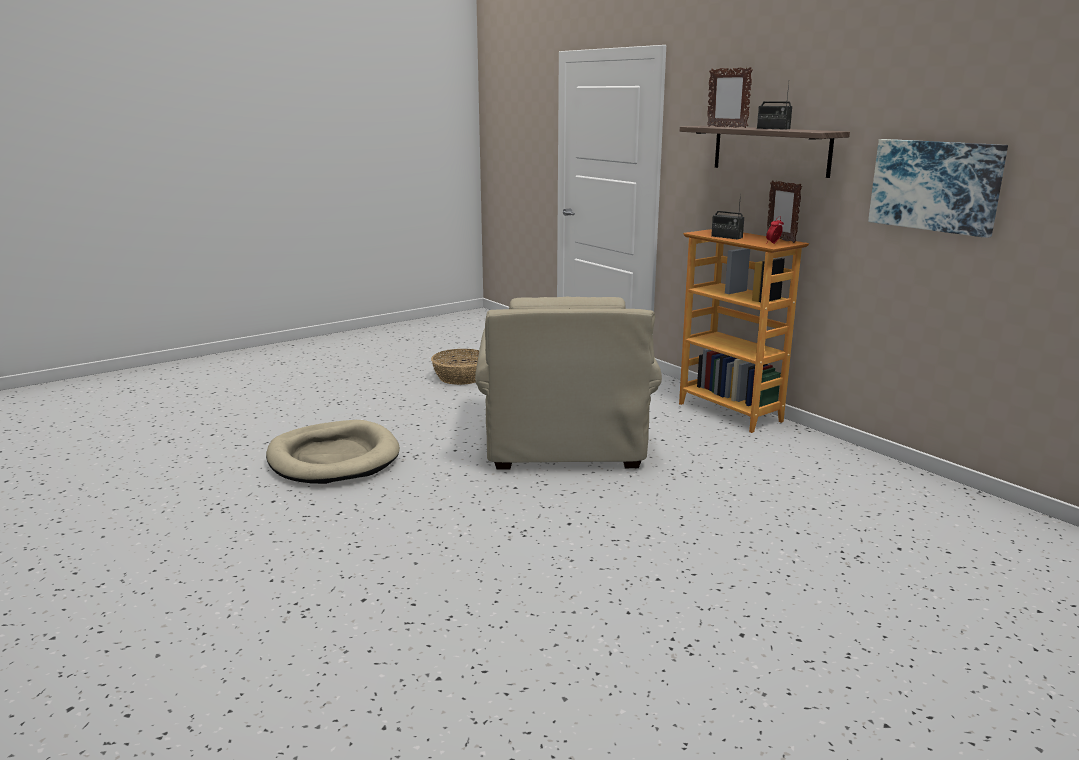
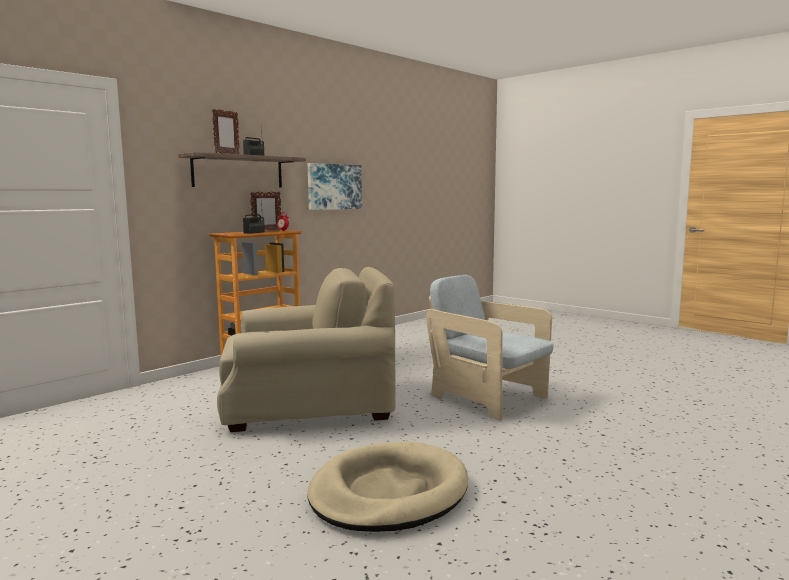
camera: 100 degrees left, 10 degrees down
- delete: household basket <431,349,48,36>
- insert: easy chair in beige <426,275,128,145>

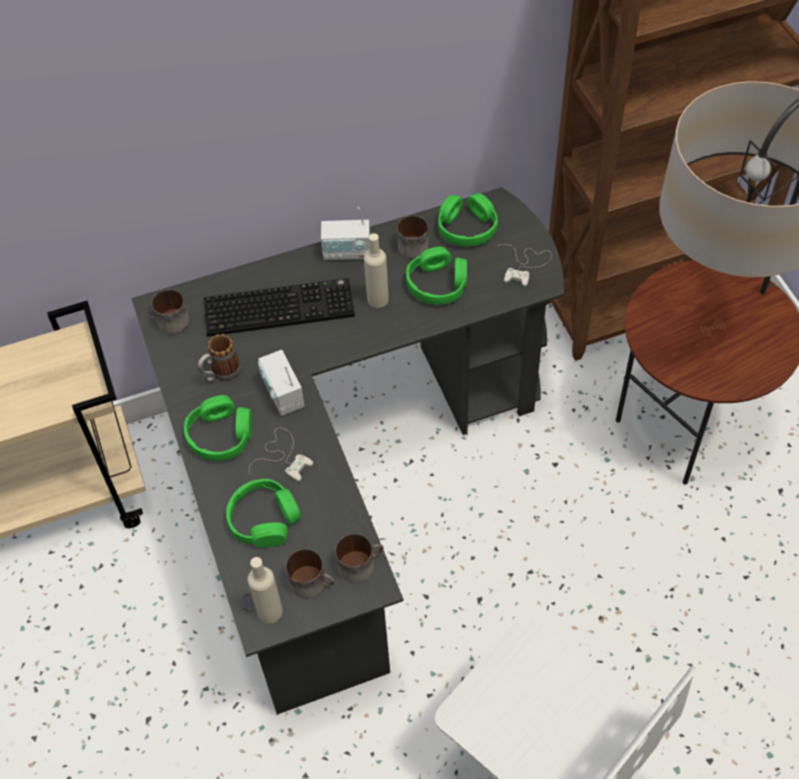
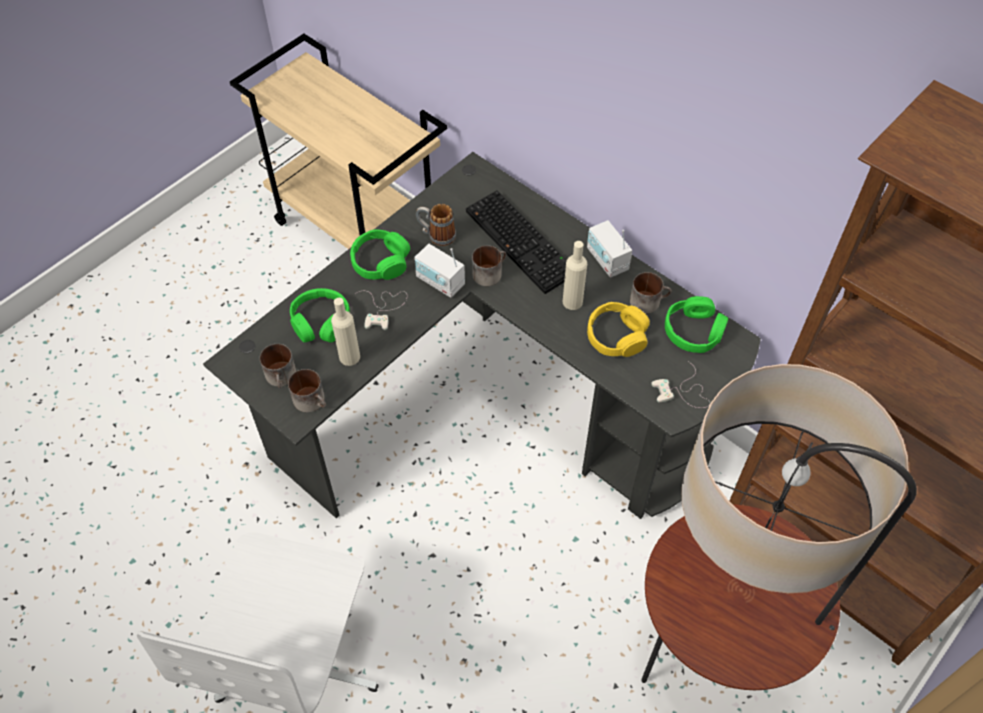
camera: 60 degrees right, 0 degrees up
- move: tea mug <151,289,38,45> to <472,245,34,41>
- move: drink bottle in beige <247,557,36,67> to <331,298,29,68>
- rotate: radio set <258,350,47,66> = <414,244,51,54> 90 degrees counterclockwise
- recolor: headset in green <406,246,61,59> to headset in yellow <587,302,63,55>

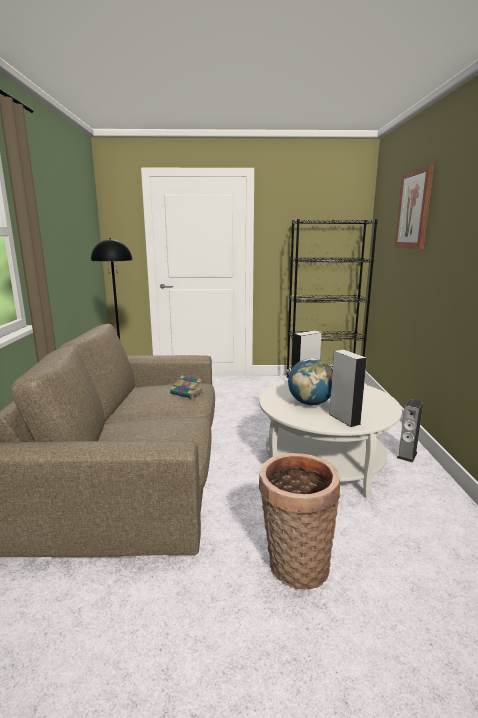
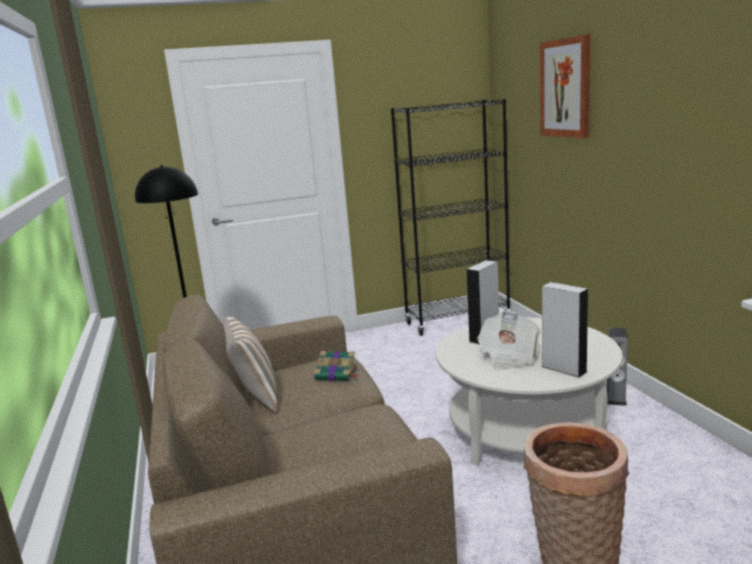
camera: 15 degrees left, 0 degrees up
- replace: globe <288,358,45,47> to newspaper <477,311,64,59>
- insert: pillow <223,315,54,98>

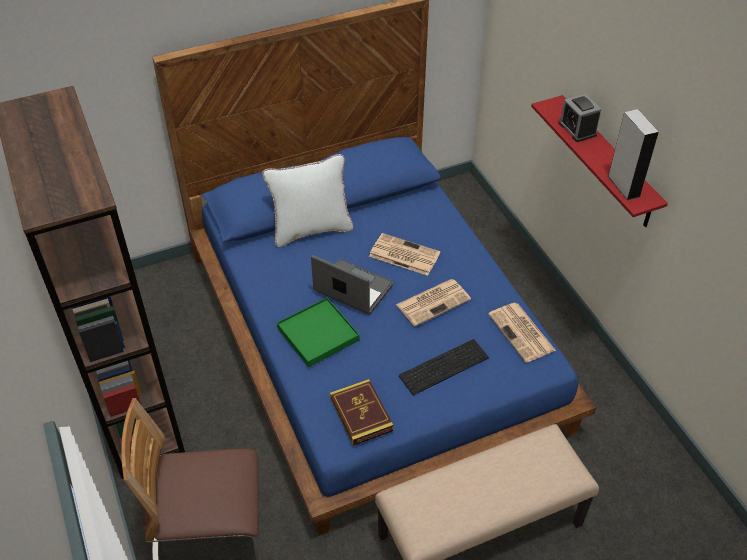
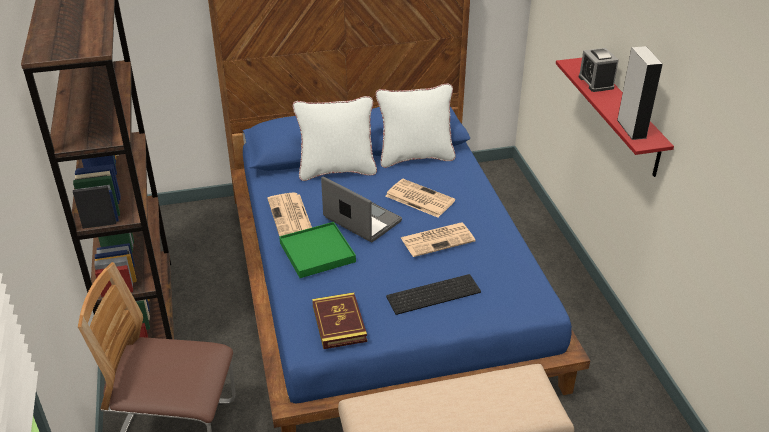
camera: 10 degrees right, 10 degrees down
- move: newspaper <488,303,68,60> to <267,192,45,44>
- insert: pillow in white <376,83,80,85>

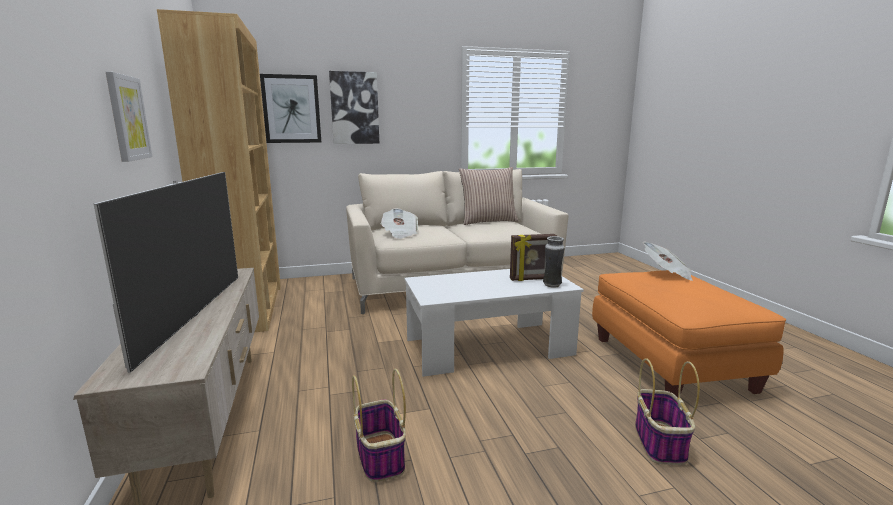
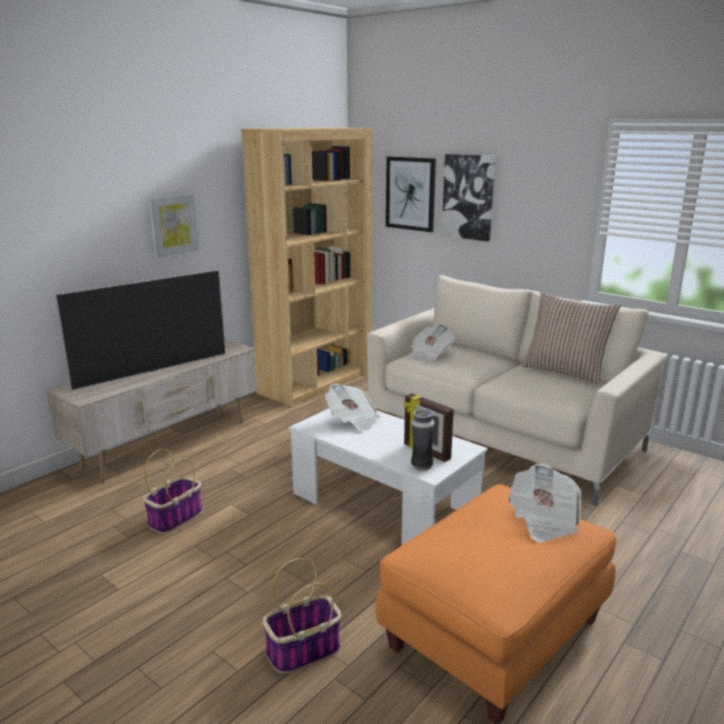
camera: 55 degrees right, 5 degrees up
- insert: newspaper <325,384,55,47>

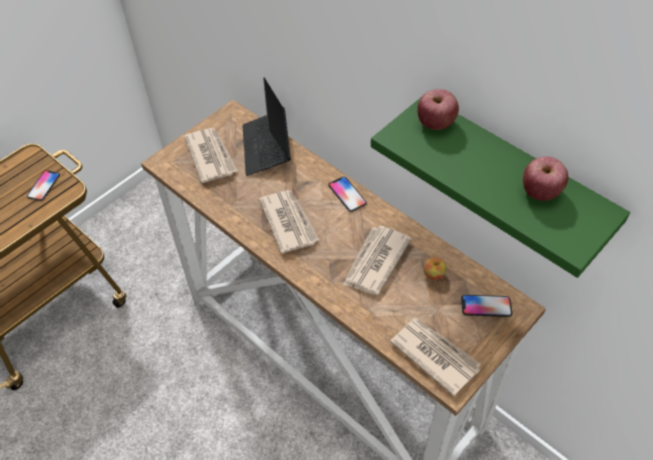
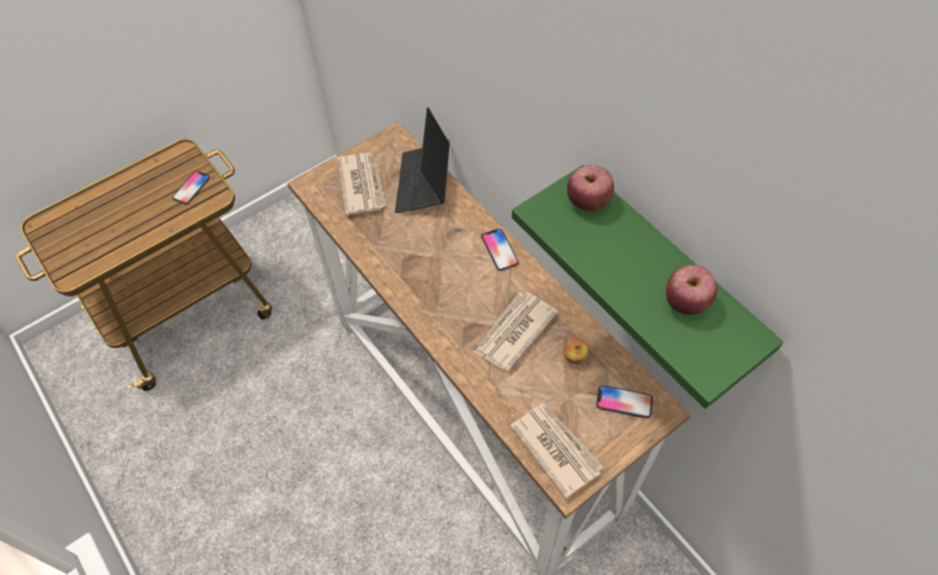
camera: 10 degrees right, 5 degrees up
- delete: newspaper <259,190,60,64>

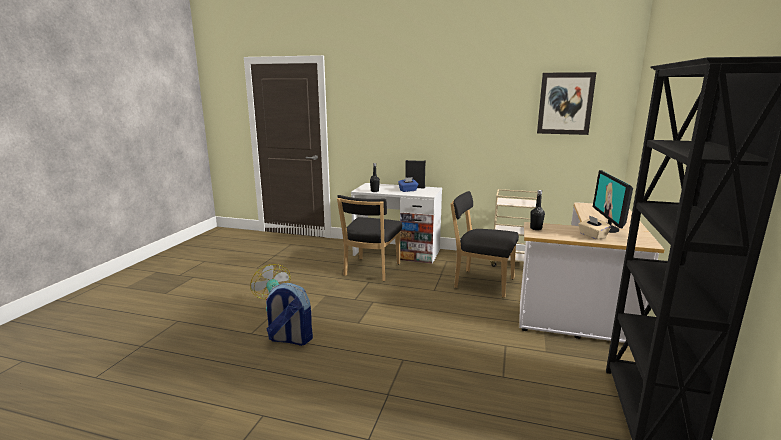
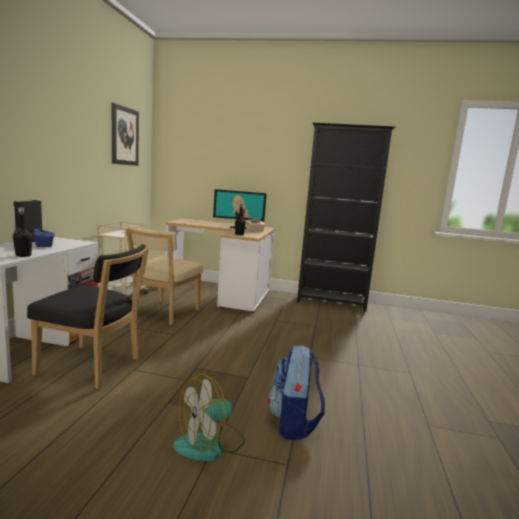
camera: 95 degrees left, 5 degrees down
- recolor: plain chair in black-coloured <450,191,69,107> to plain chair in beige <126,226,77,99>

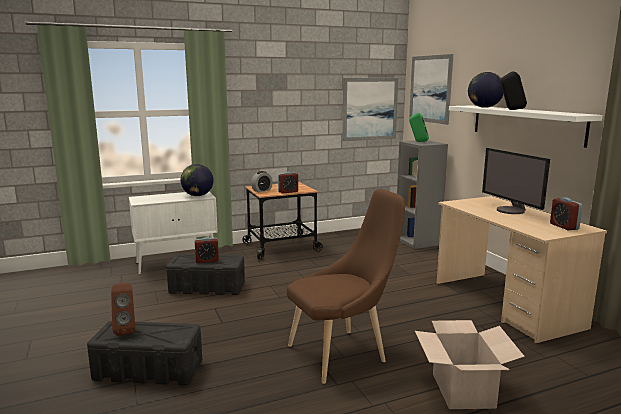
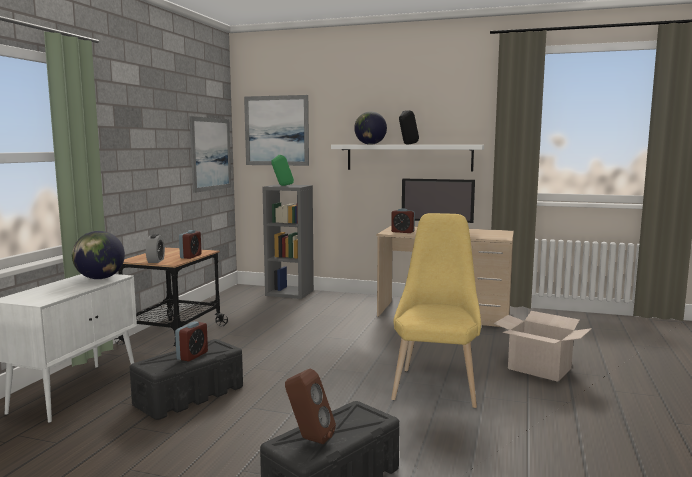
camera: 50 degrees left, 5 degrees down
- recolor: plain chair in brown-coloured <287,189,118,195> to plain chair in yellow <391,213,90,195>
- move: table clock <550,198,33,32> to <391,208,24,25>

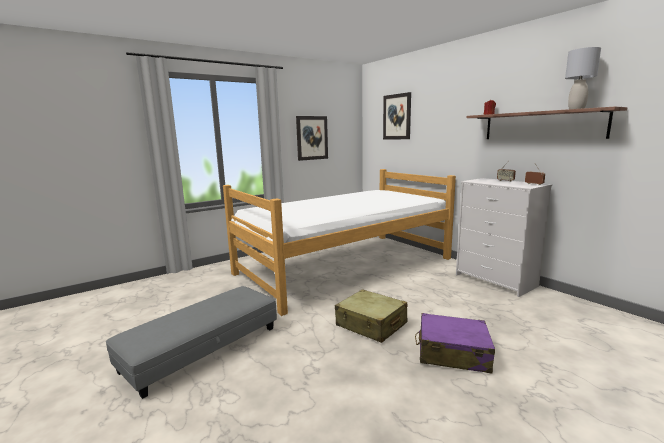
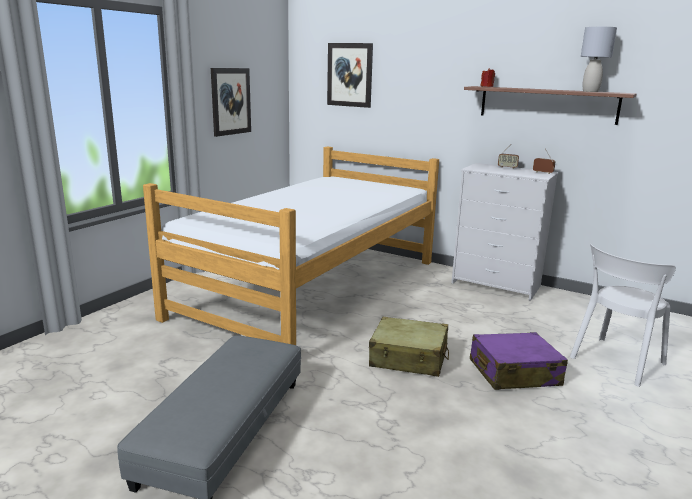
camera: 25 degrees left, 5 degrees up
- insert: plain chair in white <570,244,106,143>

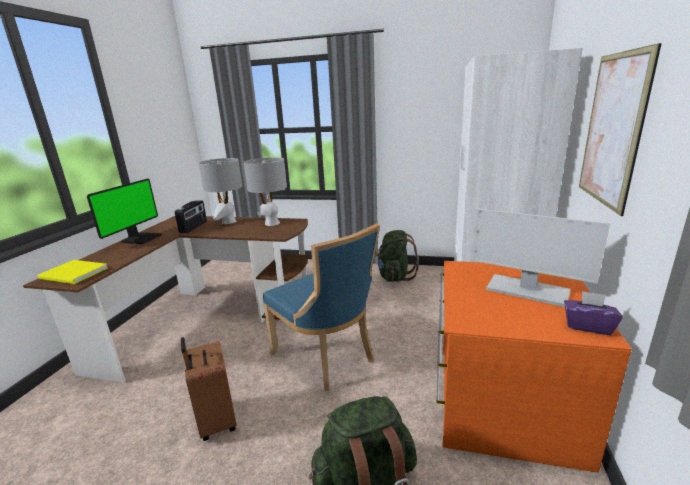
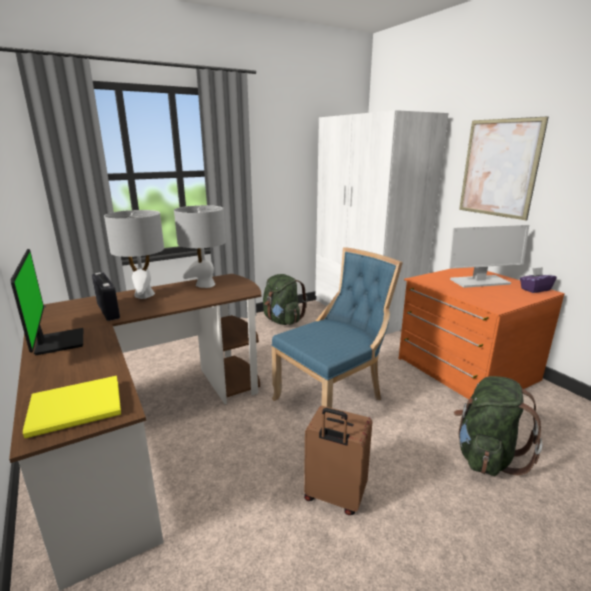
camera: 45 degrees left, 0 degrees up
- rotate: plain chair in blue-coloured <263,224,117,167> = <272,247,131,161> 45 degrees counterclockwise

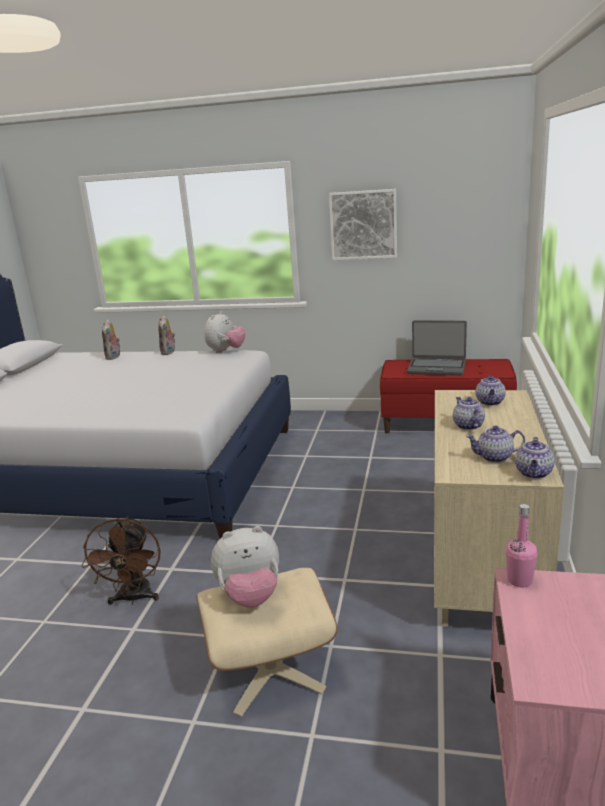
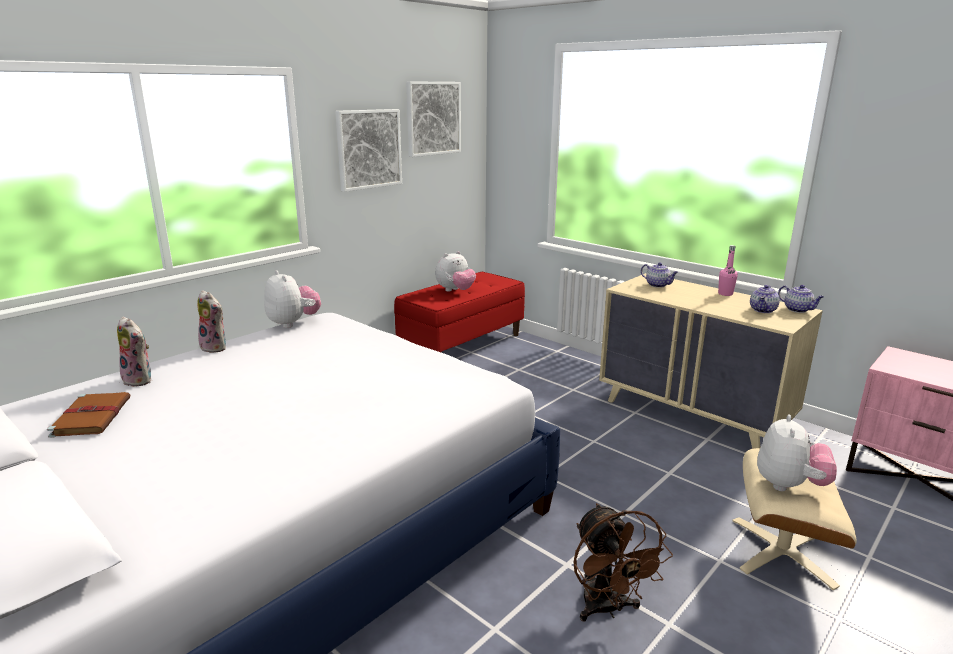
camera: 60 degrees left, 0 degrees up
- rotate: electric fan in brown-coloured <82,516,79,89> = <574,503,99,118> 45 degrees clockwise
- replace: portable computer <407,320,60,55> to soft toy <435,251,41,40>
- delete: teapot <453,397,32,33>
- move: drink bottle in pink-coloured <506,504,32,83> to <718,245,20,51>
- insert: volume in brown-coloured <47,392,83,46>
- insert: picture <406,81,55,76>

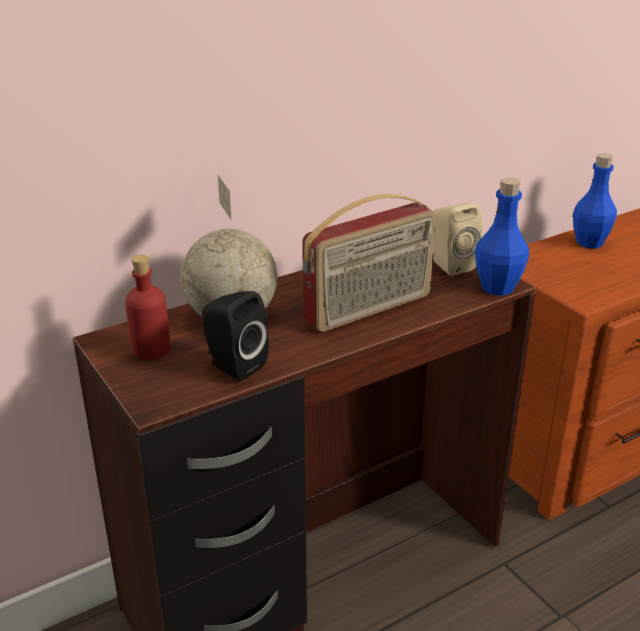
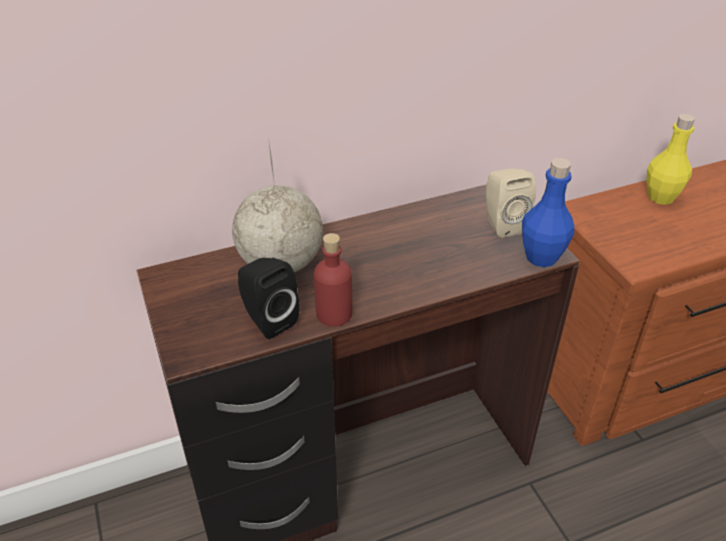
camera: 10 degrees right, 10 degrees up
- move: drink bottle in reddish <125,255,46,105> to <314,233,38,94>
- delete: radio set <302,194,134,138>
- recolor: drink bottle in blue-coloured <573,153,44,96> to drink bottle in yellow <646,114,49,91>

